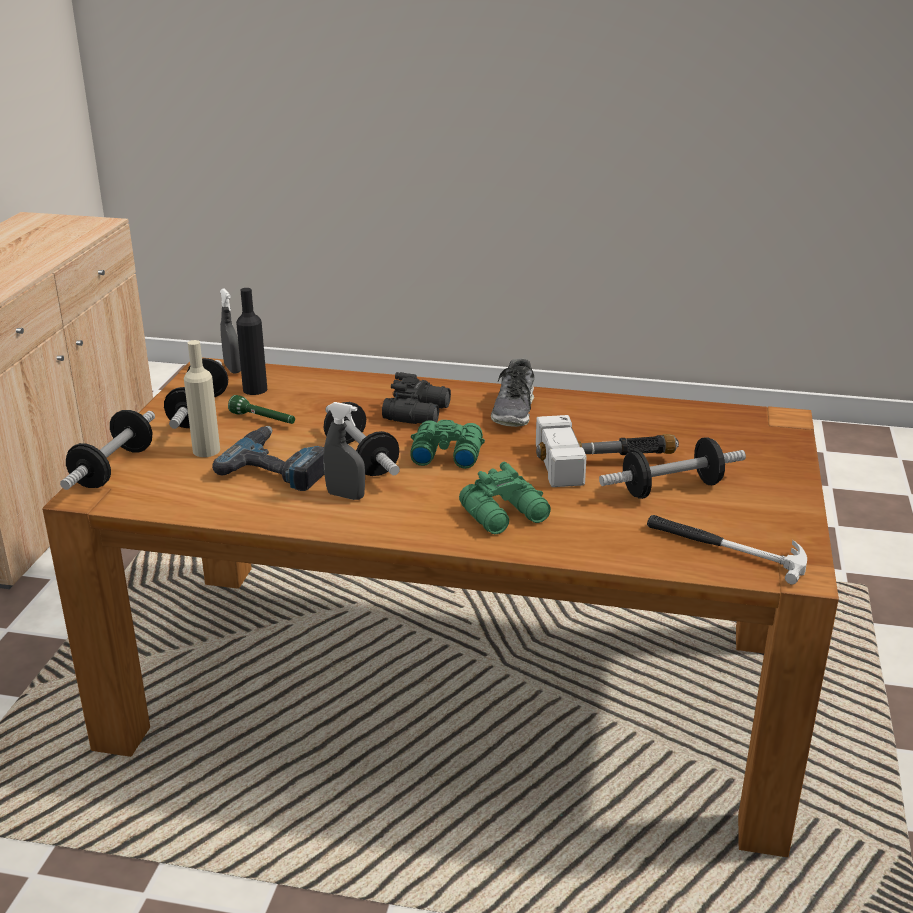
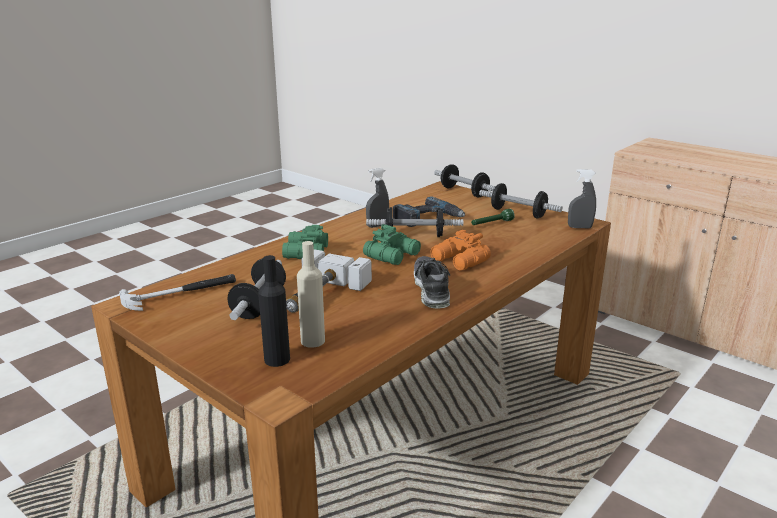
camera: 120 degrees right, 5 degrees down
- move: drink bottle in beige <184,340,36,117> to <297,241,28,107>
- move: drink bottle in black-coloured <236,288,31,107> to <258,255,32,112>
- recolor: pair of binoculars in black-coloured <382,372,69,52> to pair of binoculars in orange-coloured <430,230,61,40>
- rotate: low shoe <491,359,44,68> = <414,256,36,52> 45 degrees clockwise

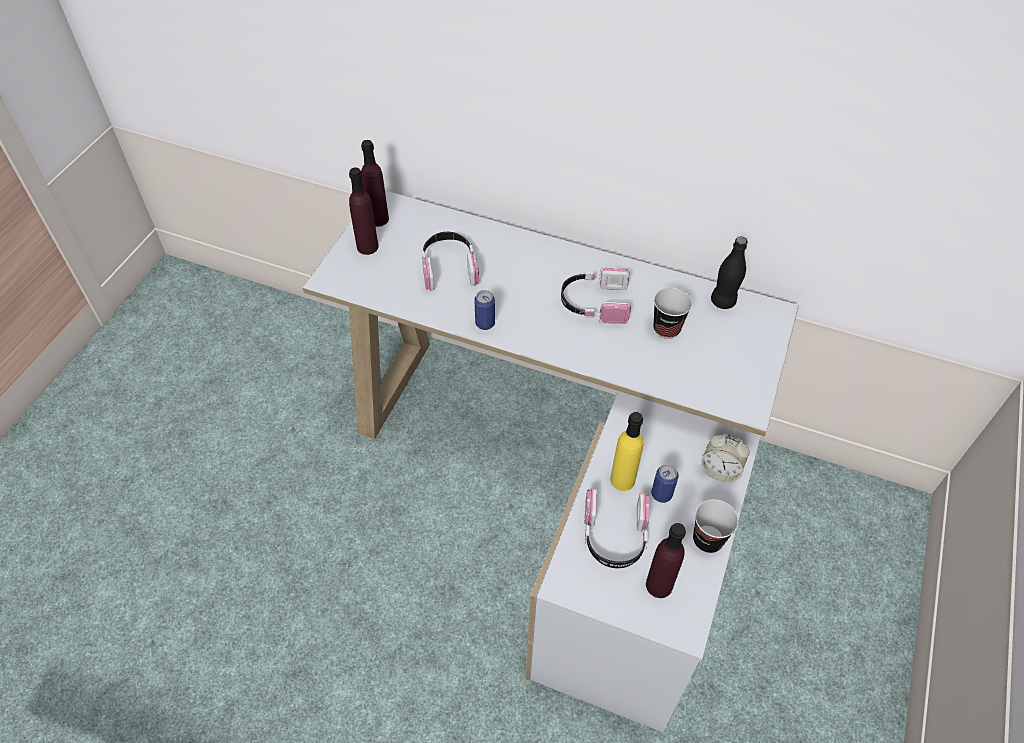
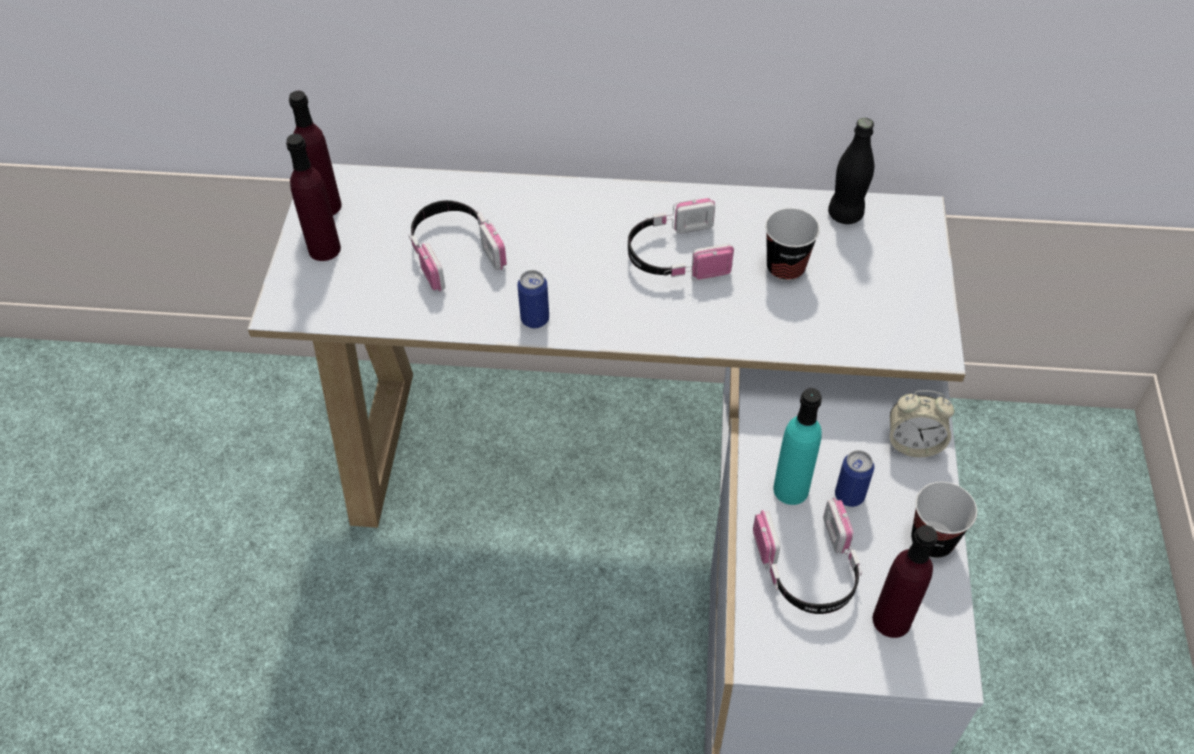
camera: 15 degrees left, 0 degrees up
- recolor: drink bottle in yellow <610,412,33,79> to drink bottle in blue-green <773,388,49,117>

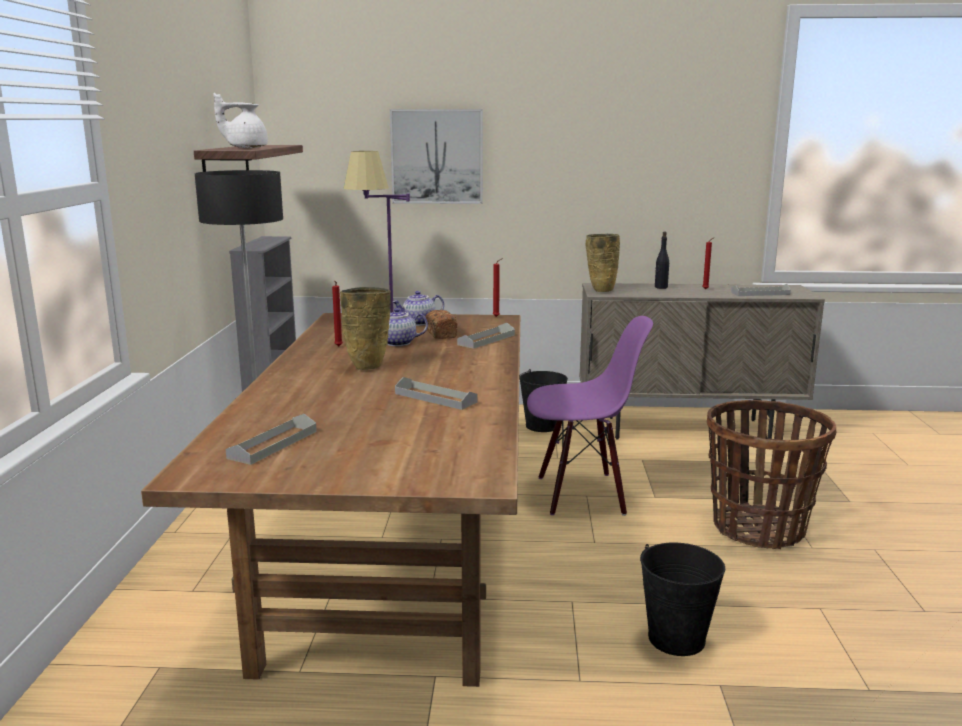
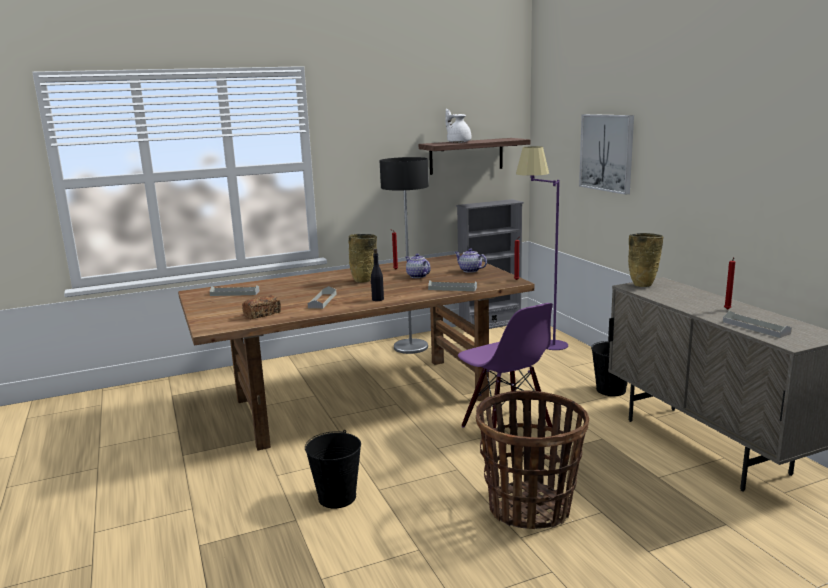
camera: 65 degrees right, 0 degrees up
- move: bakery bread <426,310,32,29> to <242,295,39,24>
- move: drink bottle in black-coloured <655,232,14,57> to <371,249,13,52>

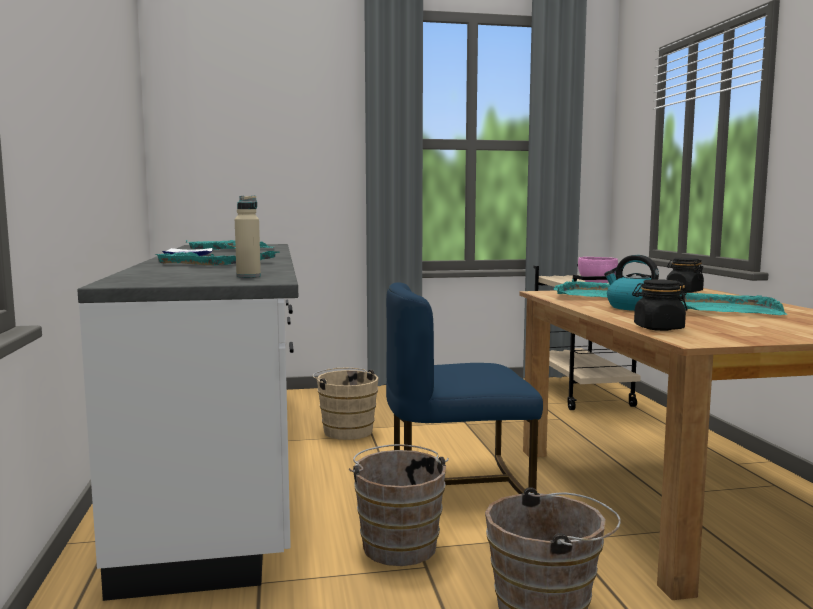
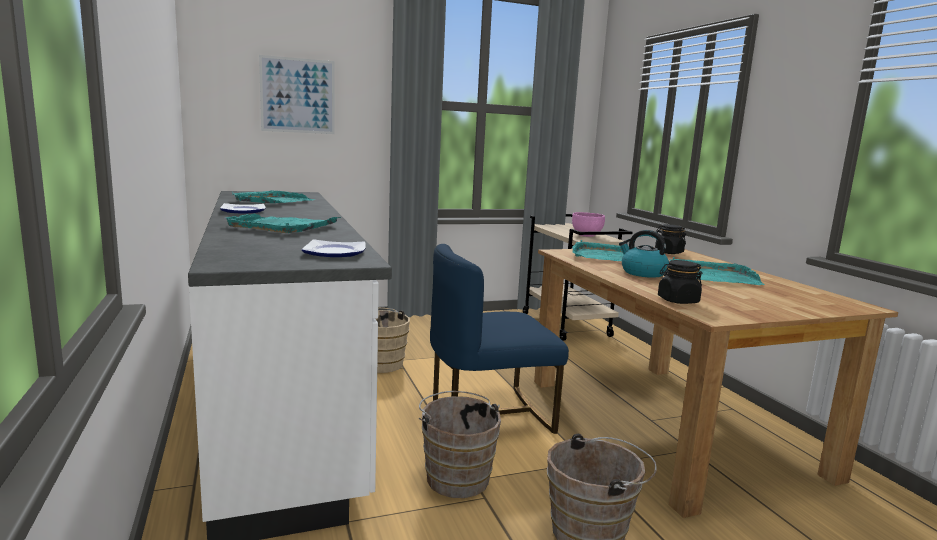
camera: 10 degrees left, 5 degrees up
- replace: drink bottle in beige <235,196,26,82> to plate <302,240,64,17>
- insert: picture <259,55,76,79>

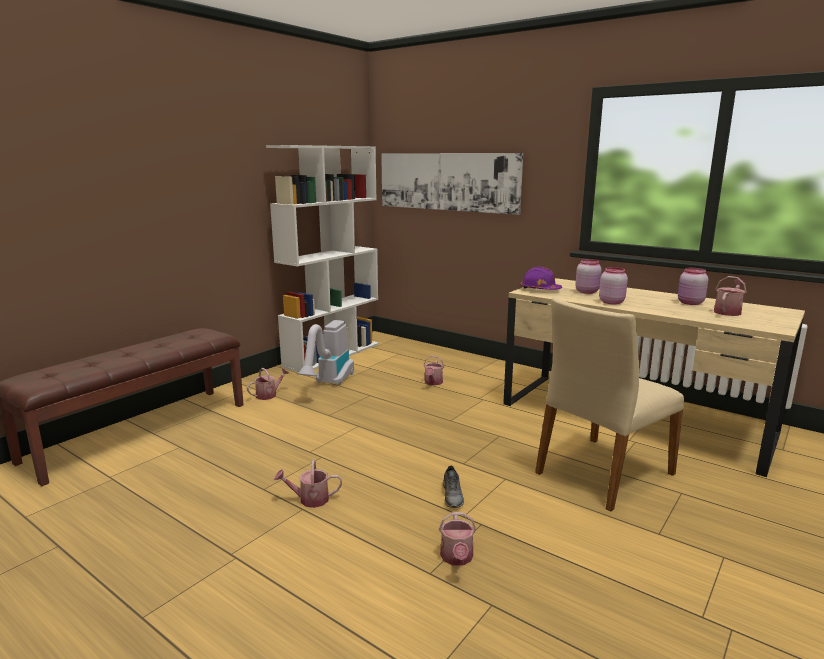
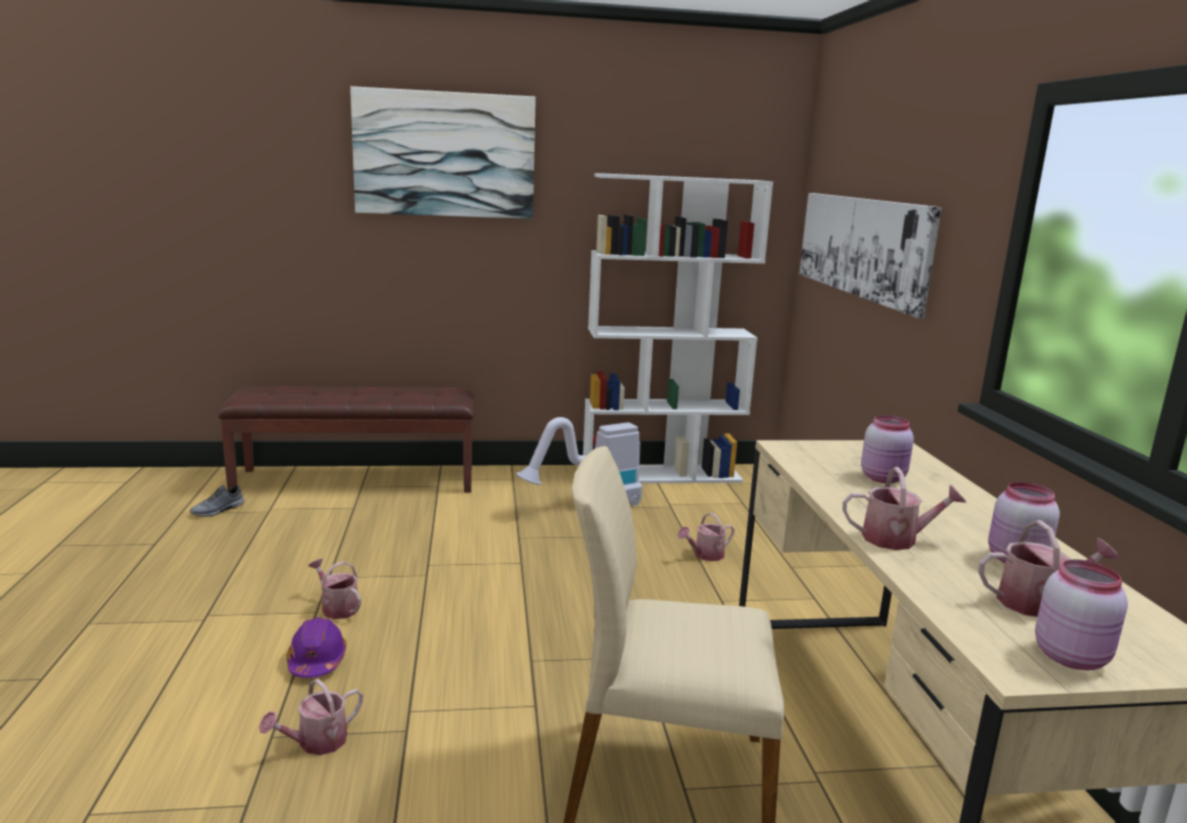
camera: 45 degrees right, 0 degrees up
- move: sprinkling can <247,368,42,32> to <842,467,124,83>
- move: low shoe in gray <443,466,21,42> to <190,485,55,32>
- move: safety helmet in purple <520,267,42,23> to <286,617,60,61>
- move: jar in pink-coloured <599,267,29,37> to <1035,559,93,111>
- insert: picture <350,86,186,133>

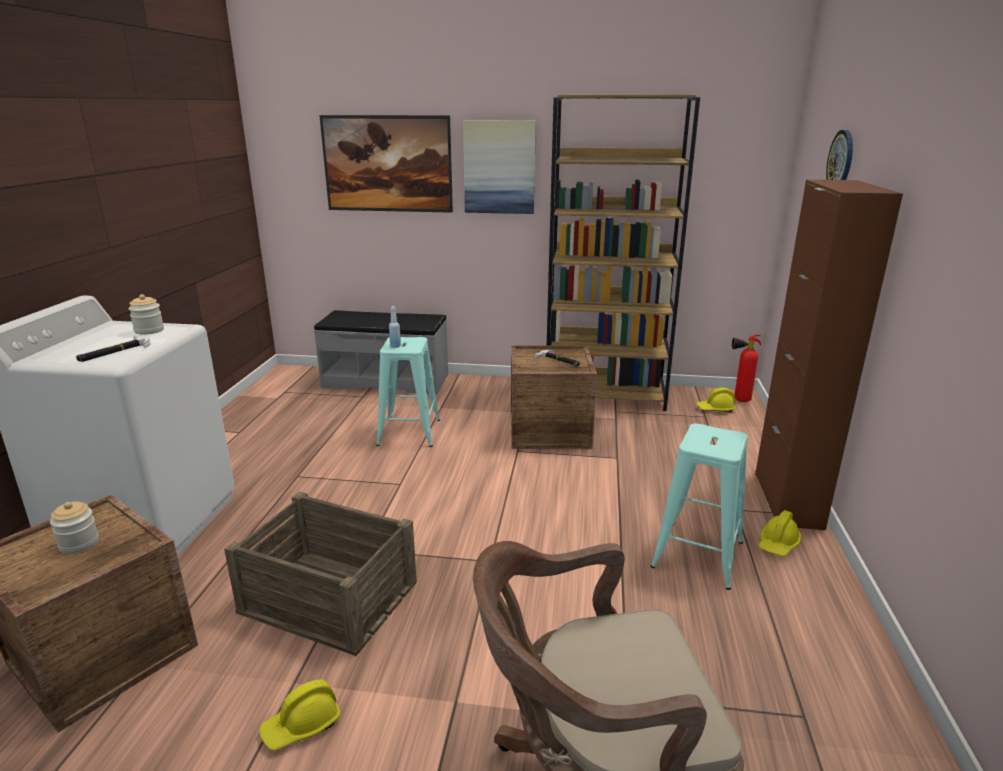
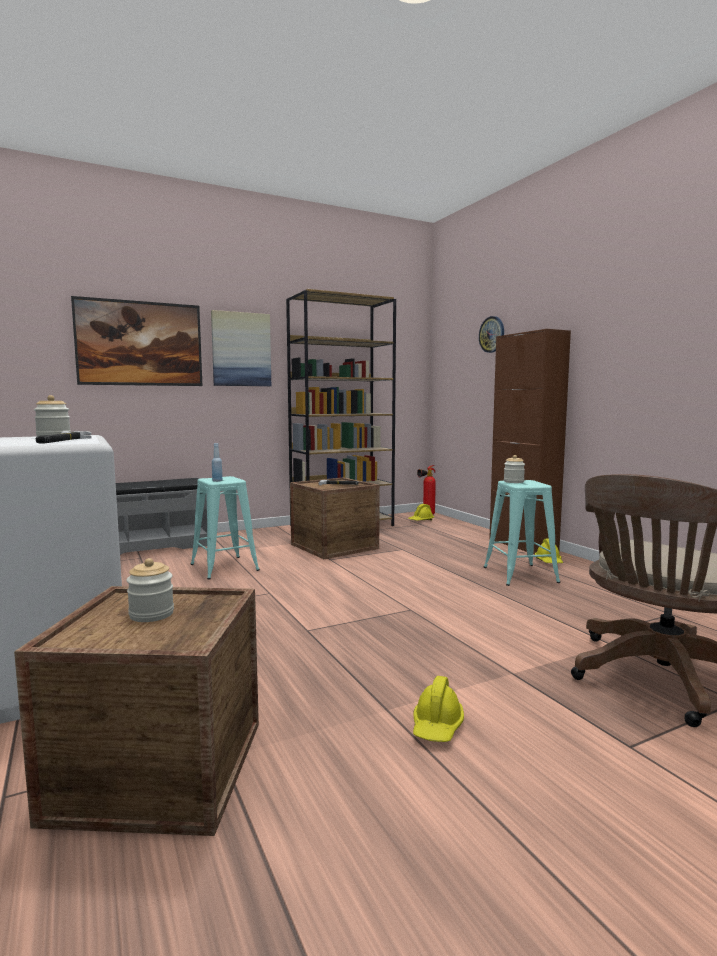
camera: 35 degrees left, 15 degrees down
- delete: crate <224,491,193,165>
- insert: jar <504,455,21,28>

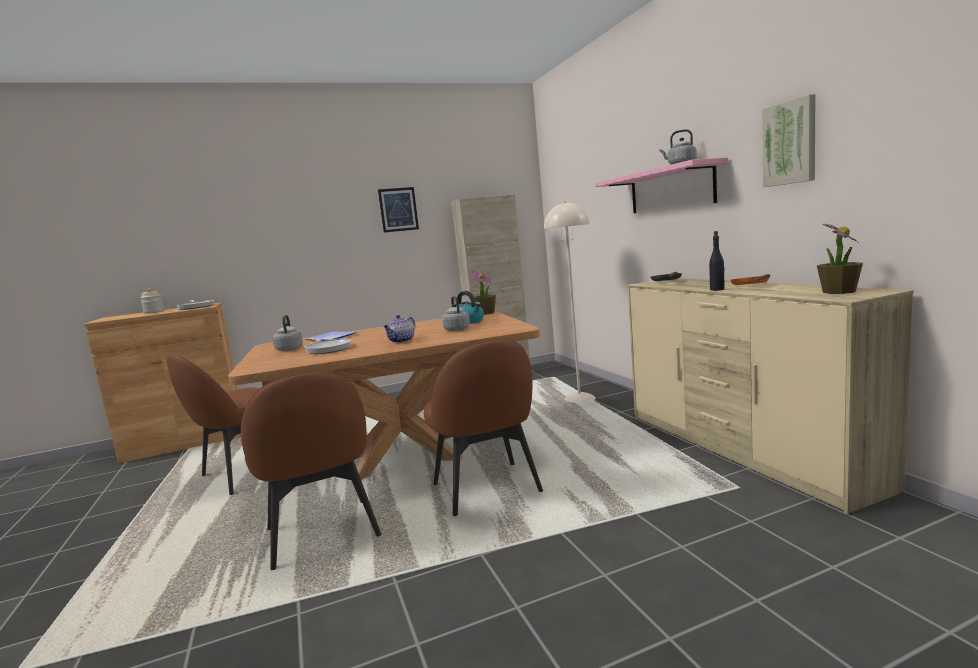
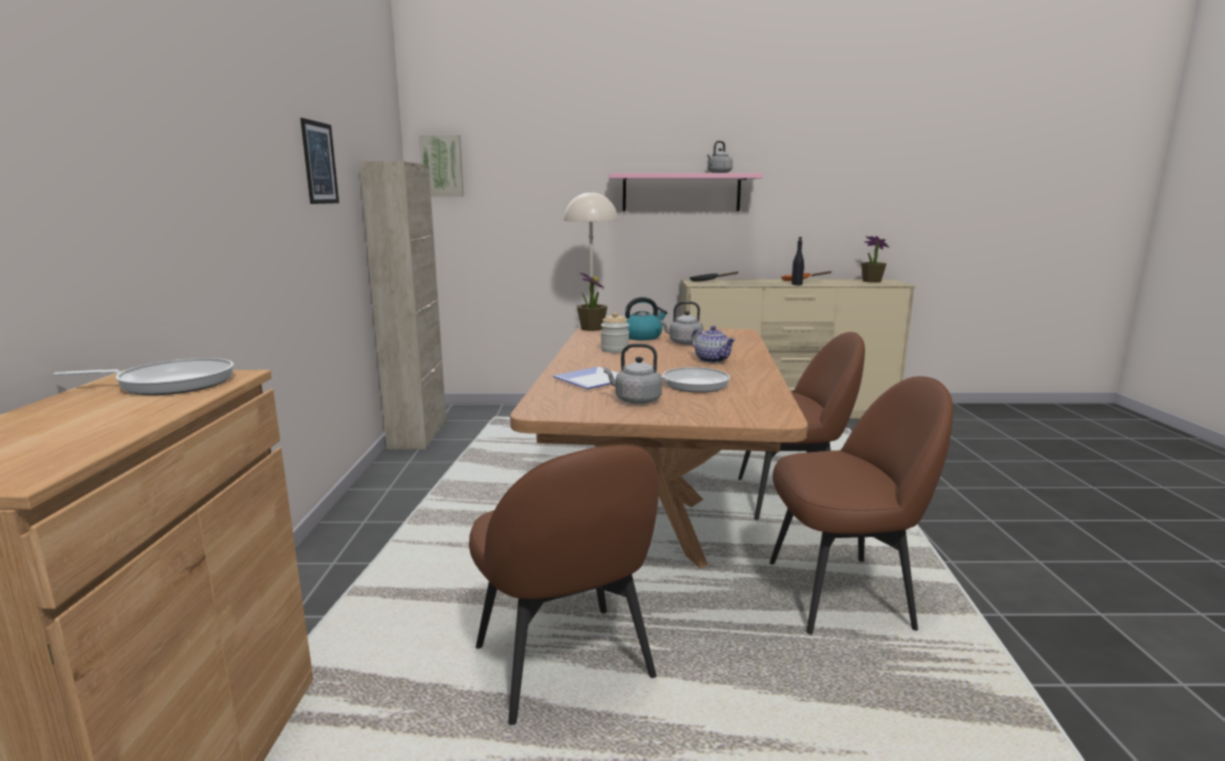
camera: 70 degrees left, 5 degrees up
- move: jar <140,288,24,26> to <601,312,28,41>
- move: picture <762,94,53,93> to <419,135,45,61>

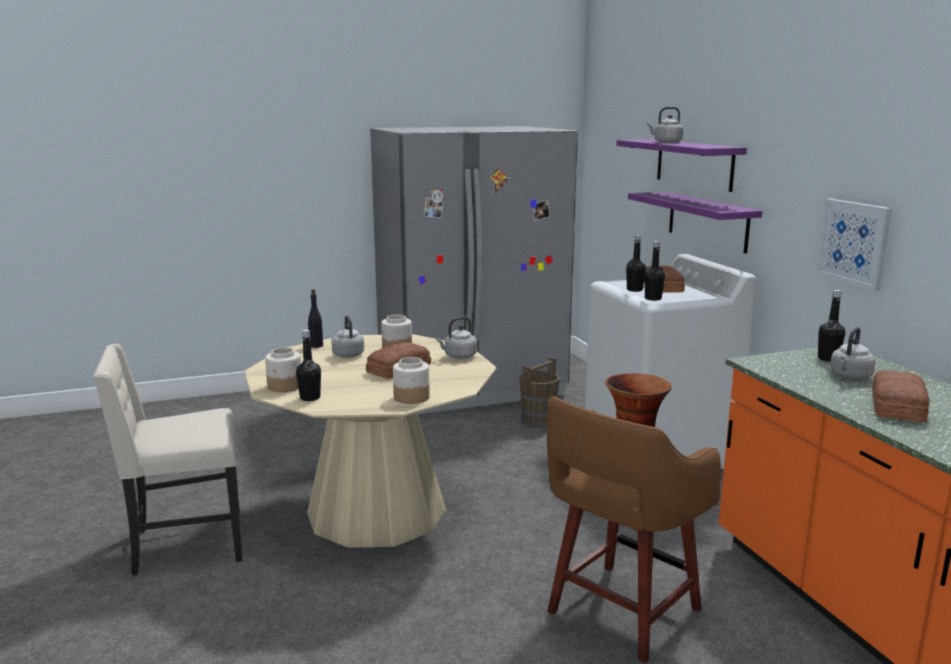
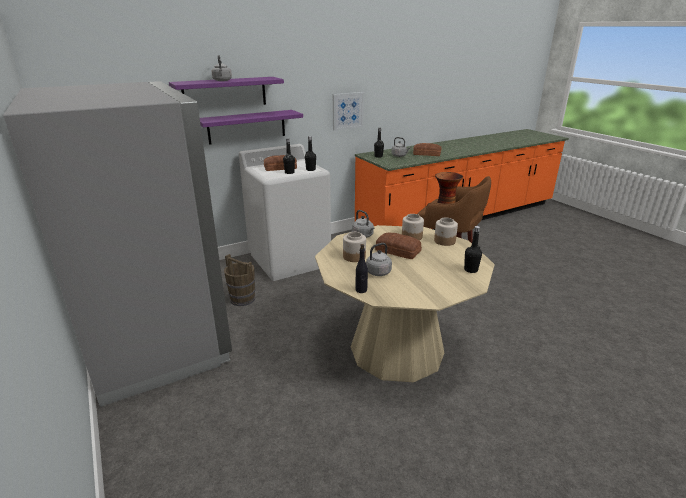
camera: 100 degrees left, 10 degrees up
- delete: plain chair in beige <93,344,149,232>
- move: jar <265,347,36,45> to <402,214,22,26>

